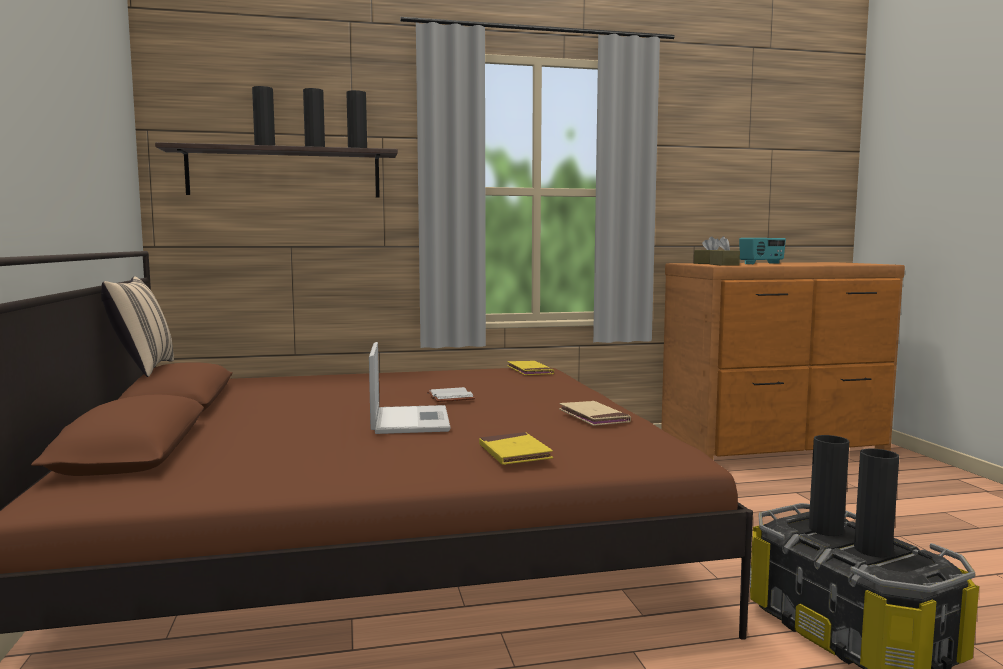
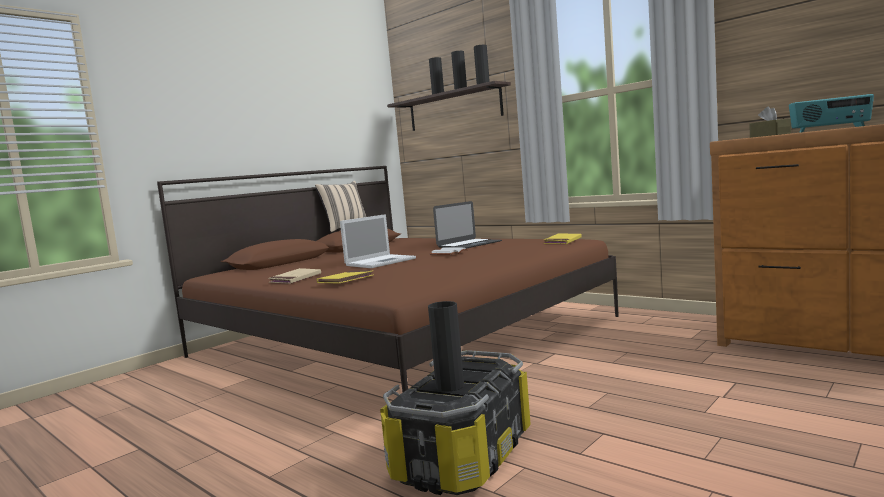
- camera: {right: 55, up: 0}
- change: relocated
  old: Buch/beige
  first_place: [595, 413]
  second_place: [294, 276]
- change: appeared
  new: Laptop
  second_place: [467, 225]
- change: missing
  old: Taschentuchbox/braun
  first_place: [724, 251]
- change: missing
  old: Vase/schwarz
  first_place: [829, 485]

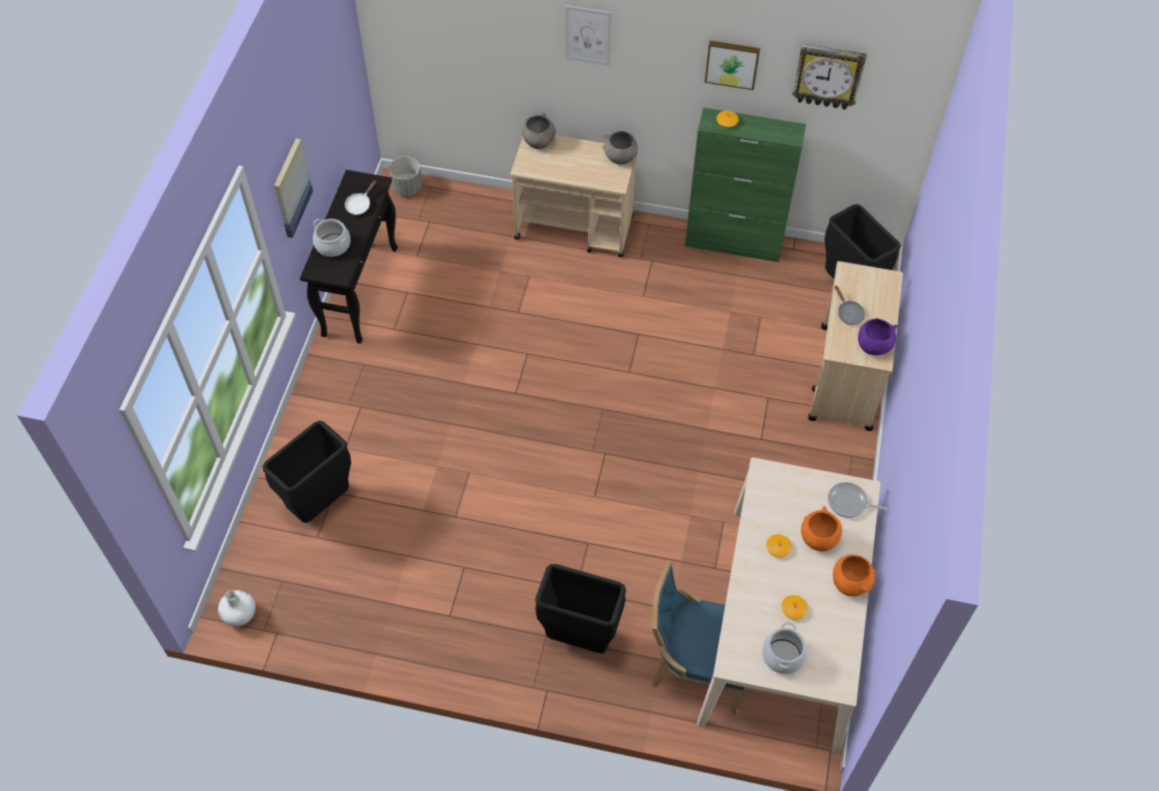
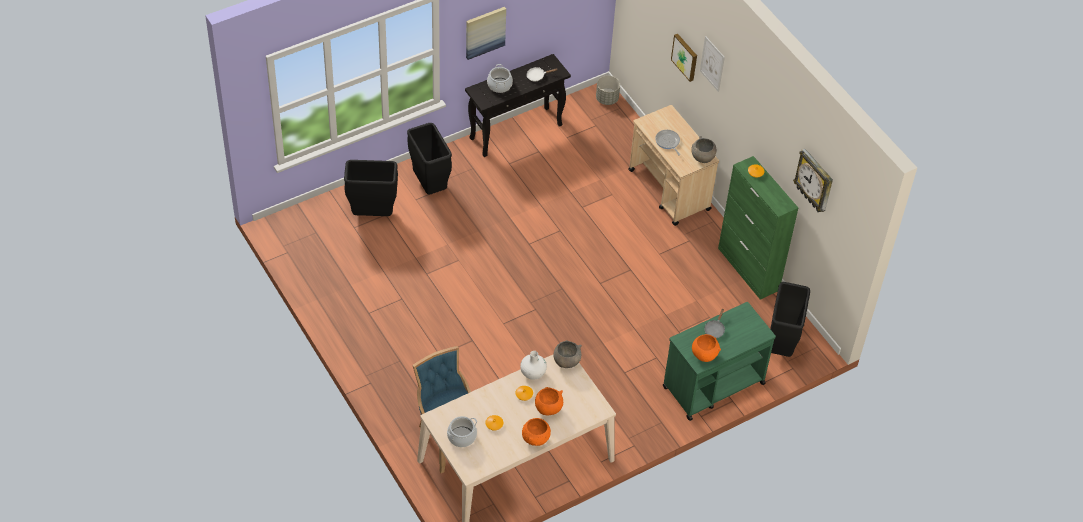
- camera: {right: 45, up: -5}
- change: relocated
  old: Mülleimer/schwarz
  first_place: [580, 608]
  second_place: [429, 159]
- change: relocated
  old: Vase/weiß
  first_place: [237, 608]
  second_place: [533, 365]
- change: relocated
  old: Schüssel/grau
  first_place: [539, 131]
  second_place: [567, 354]
- change: relocated
  old: Pfanne
  first_place: [858, 500]
  second_place: [667, 143]
- change: colour
  old: Rollwagen/beige
  new: Rollwagen/grün
  first_place: [855, 346]
  second_place: [719, 361]
- change: relocated
  old: Bild
  first_place: [732, 65]
  second_place: [684, 58]
- change: colour
  old: Schüssel/lila
  new: Schüssel/orange
  first_place: [877, 336]
  second_place: [706, 348]

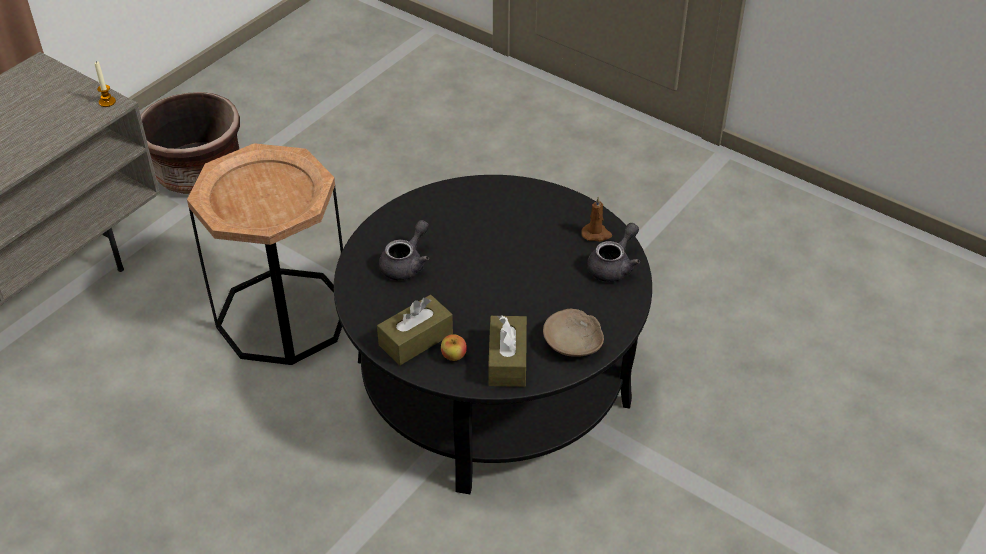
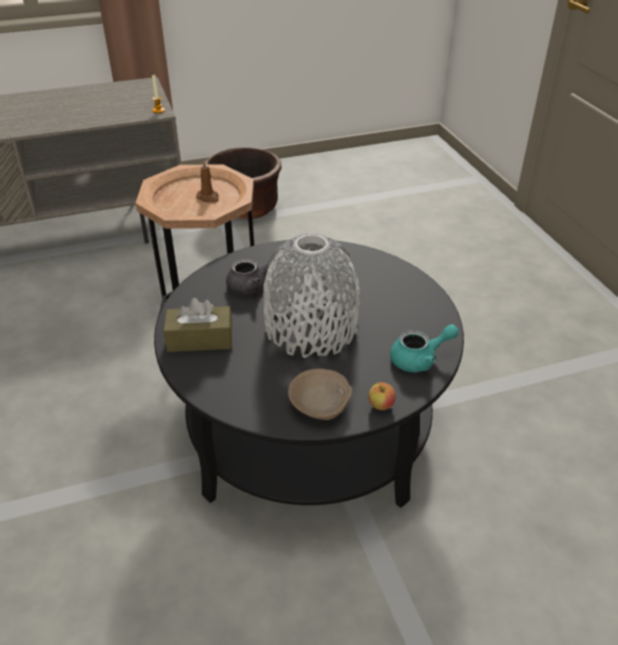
- camera: {right: 35, up: -5}
- change: relocated
  old: Kerze/braun
  first_place: [596, 219]
  second_place: [207, 181]
- change: appeared
  new: Vase/grau
  second_place: [311, 296]
- change: relocated
  old: Apfel
  first_place: [454, 347]
  second_place: [382, 396]
- change: colour
  old: Teekanne/grau
  new: Teekanne/türkis
  first_place: [613, 252]
  second_place: [424, 348]
- change: missing
  old: Taschentuchbox/braun
  first_place: [507, 351]

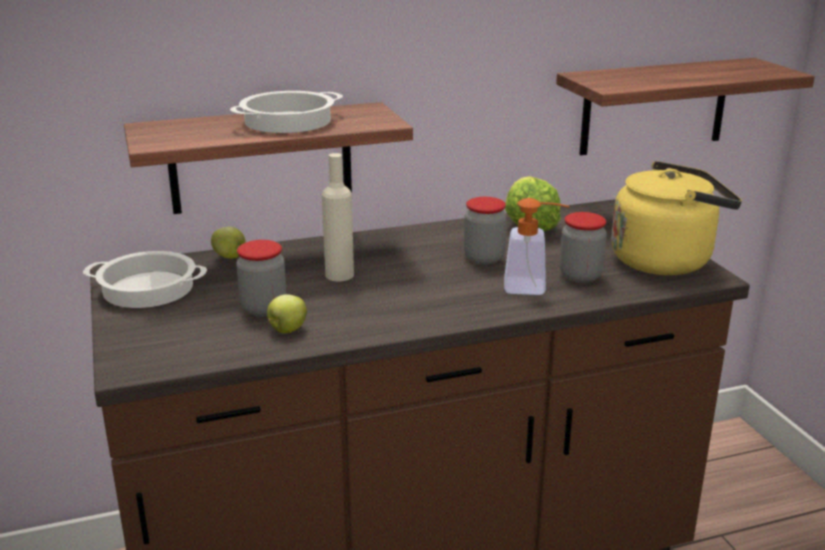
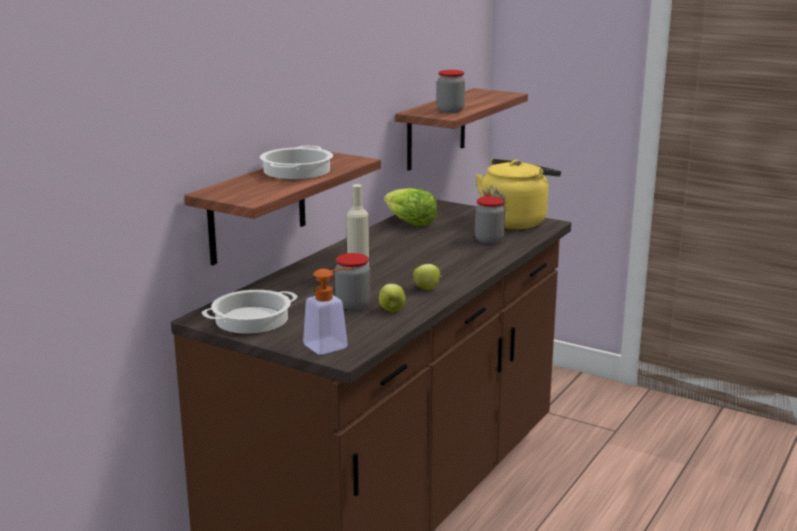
- camera: {right: -40, up: -5}
- change: relocated
  old: Seifenspender
  first_place: [537, 246]
  second_place: [328, 311]
- change: relocated
  old: Apfel
  first_place: [228, 243]
  second_place: [428, 277]
- change: relocated
  old: Vorratsglas
  first_place: [485, 231]
  second_place: [451, 91]

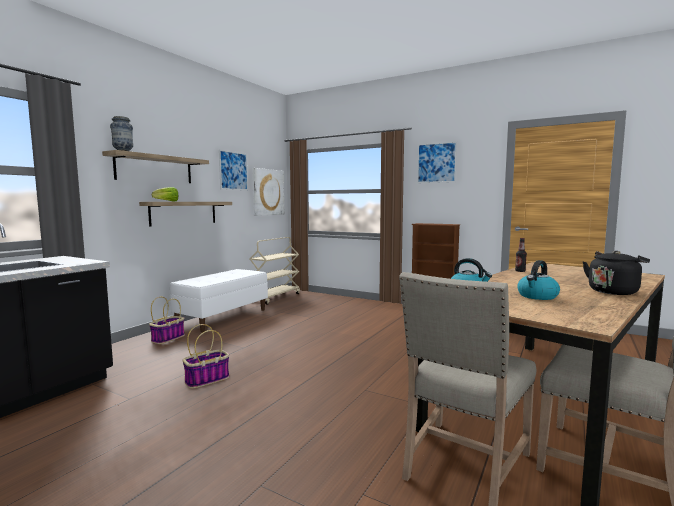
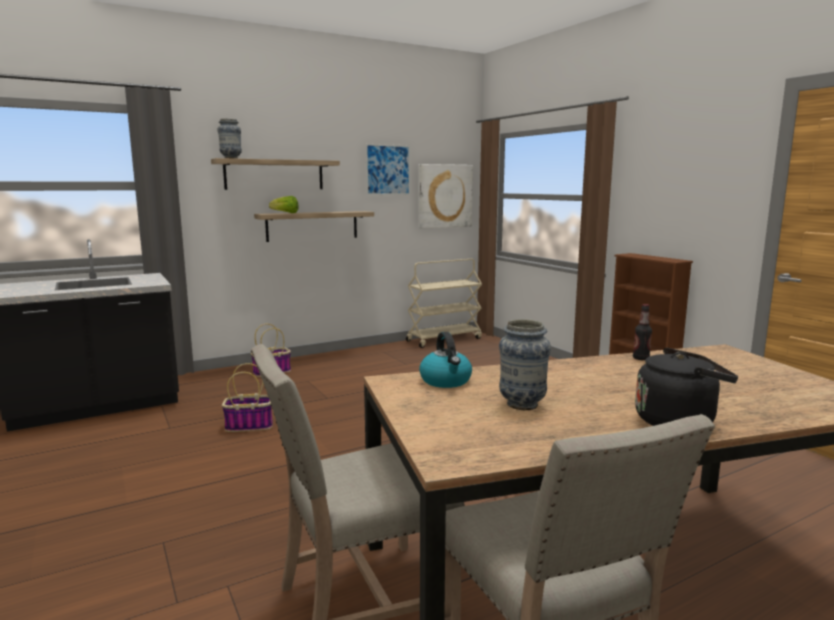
- camera: {right: 30, up: 5}
- change: exchanged
  old: Wasserkessel
  new: Vase
  first_place: [538, 280]
  second_place: [525, 364]
- change: missing
  old: Bank/weiß
  first_place: [219, 300]
- change: missing
  old: Bild
  first_place: [437, 162]

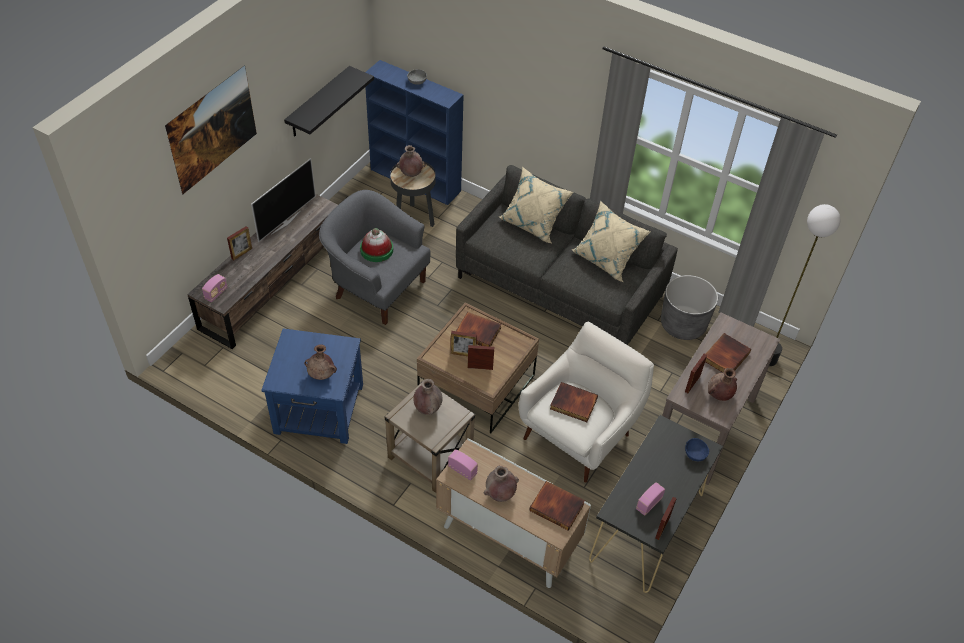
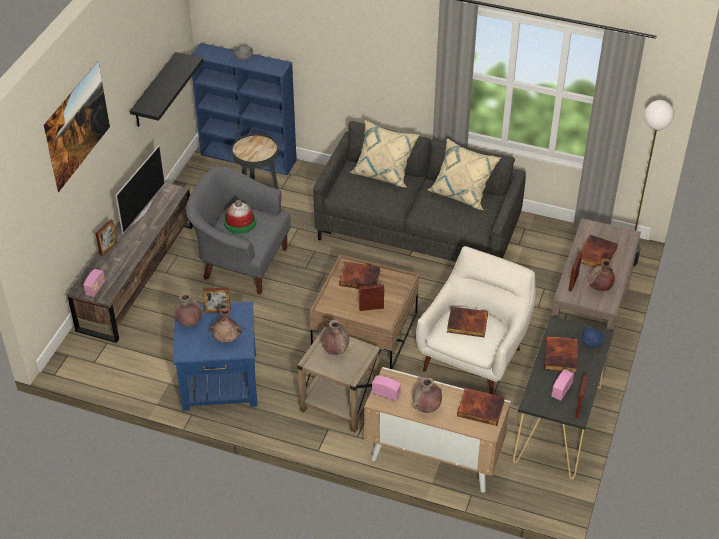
- camera: {right: -10, up: -5}
- change: relocated
  old: Vase/braun
  first_place: [411, 161]
  second_place: [188, 309]
- change: relocated
  old: Bilderrahmen
  first_place: [464, 343]
  second_place: [217, 300]
- change: appeared
  new: Buch
  second_place: [561, 354]
- change: missing
  old: Pflanzkübel/grau
  first_place: [689, 307]

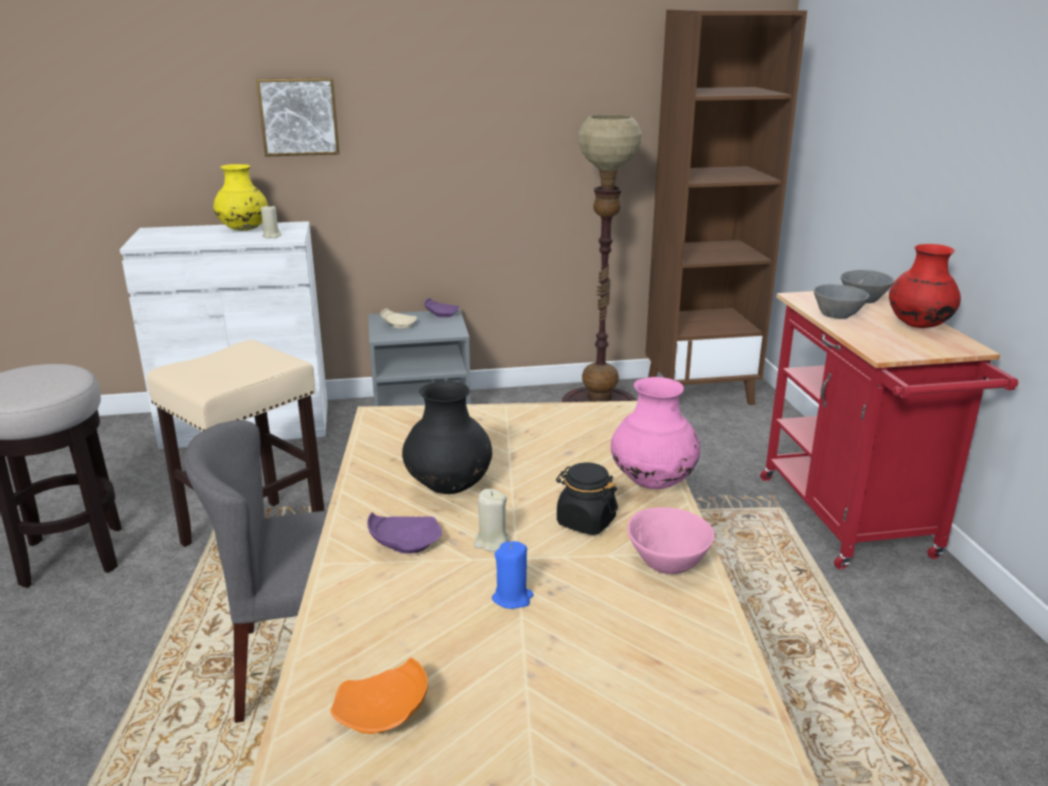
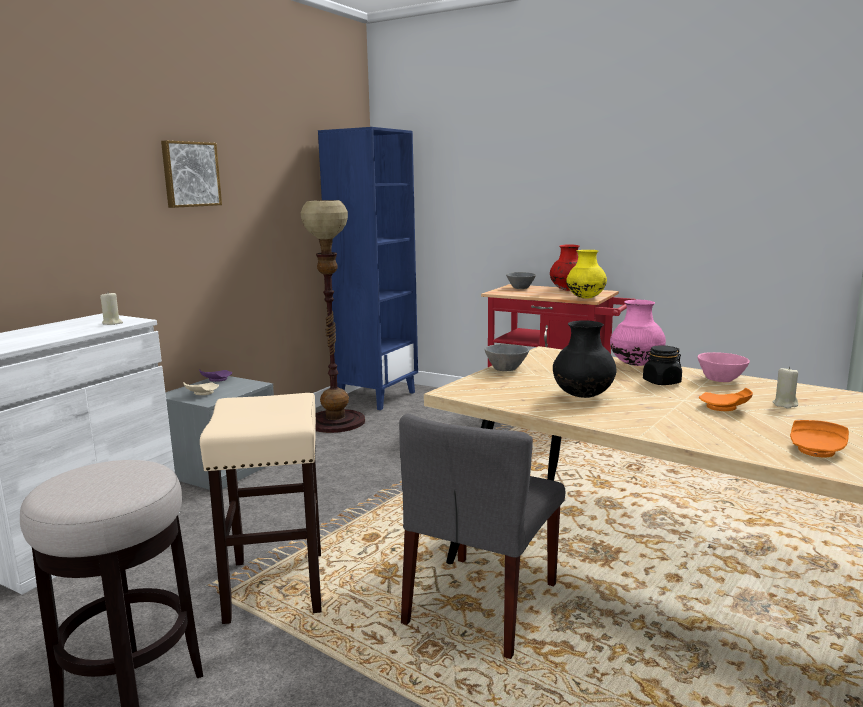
- camera: {right: -50, up: -10}
- change: relocated
  old: Bild
  first_place: [298, 117]
  second_place: [191, 174]
- change: colour
  old: Bücherregal/braun
  new: Bücherregal/blau
  first_place: [726, 207]
  second_place: [368, 268]
- change: relocated
  old: Schüssel/grau
  first_place: [841, 301]
  second_place: [506, 357]
- change: relocated
  old: Vase/gelb
  first_place: [240, 197]
  second_place: [586, 274]
- change: exchanged
  old: Kerze/blau
  new: Teller/orange
  first_place: [512, 575]
  second_place: [726, 399]
- change: relocated
  old: Kerze/beige
  first_place: [492, 520]
  second_place: [785, 388]
- change: missing
  old: Teller/lila
  first_place: [404, 533]

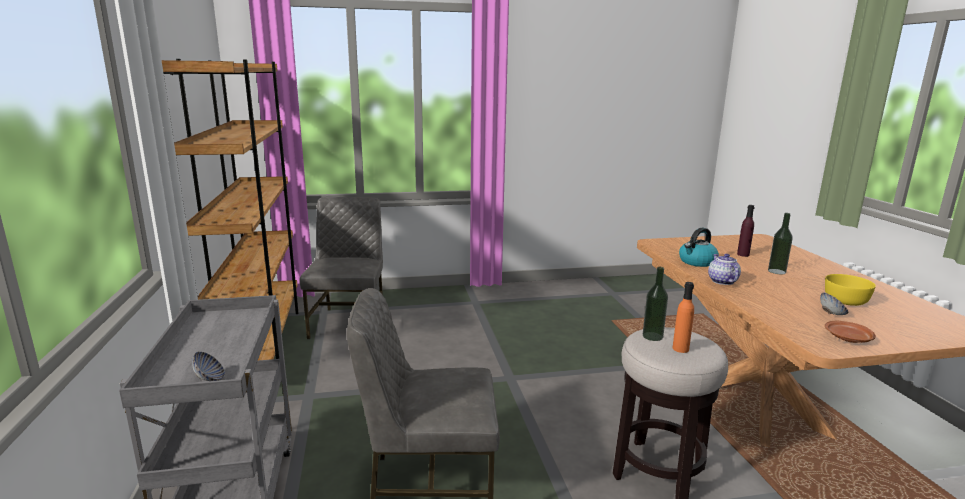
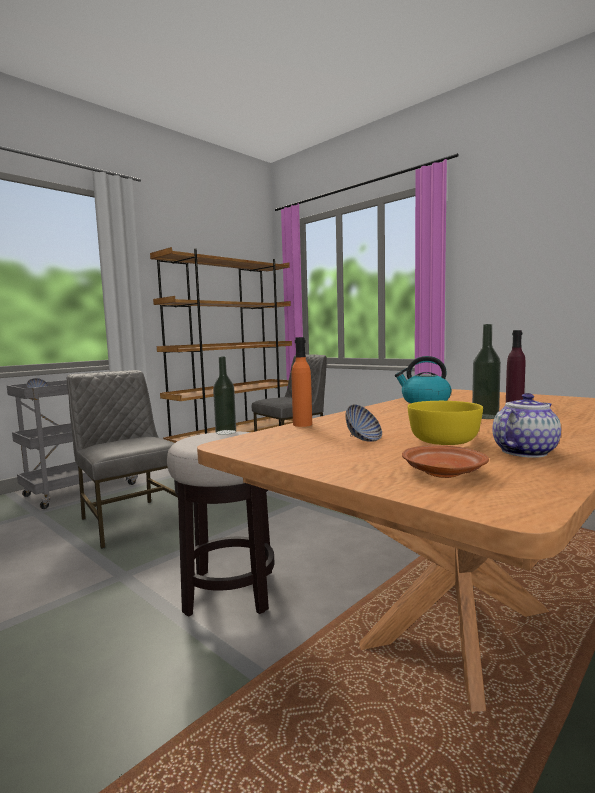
- camera: {right: 55, up: -10}
- change: relocated
  old: Flasche/orange
  first_place: [683, 317]
  second_place: [302, 382]
- change: relocated
  old: Teller/braun
  first_place: [850, 332]
  second_place: [445, 461]
- change: relocated
  old: Teekanne
  first_place: [724, 269]
  second_place: [526, 425]

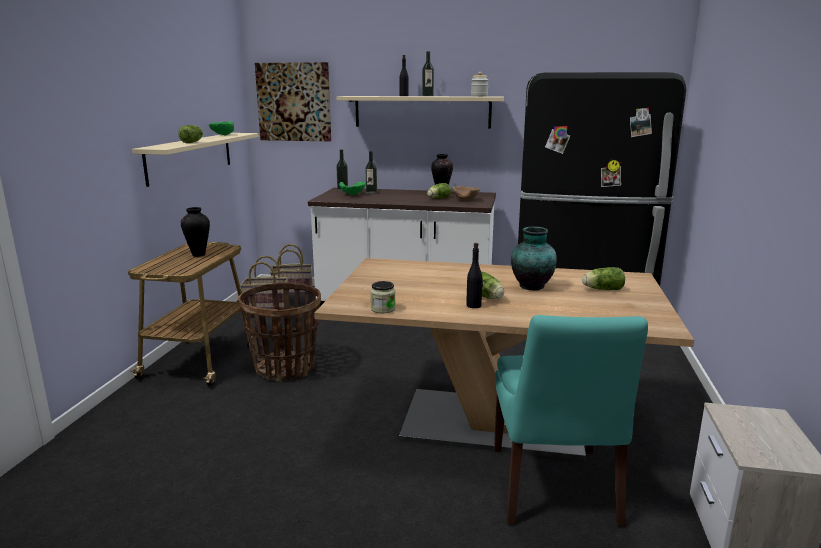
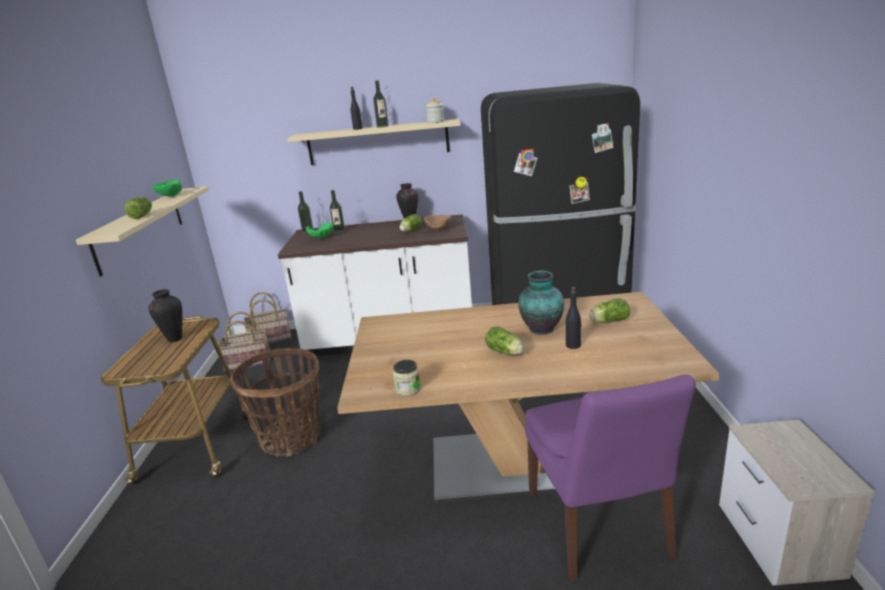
- camera: {right: -10, up: 5}
- change: colour
  old: Stuhl/türkis
  new: Stuhl/lila
  first_place: [571, 421]
  second_place: [610, 478]
- change: relocated
  old: Flasche/schwarz
  first_place: [474, 275]
  second_place: [573, 318]
- change: missing
  old: Bild
  first_place: [293, 101]

